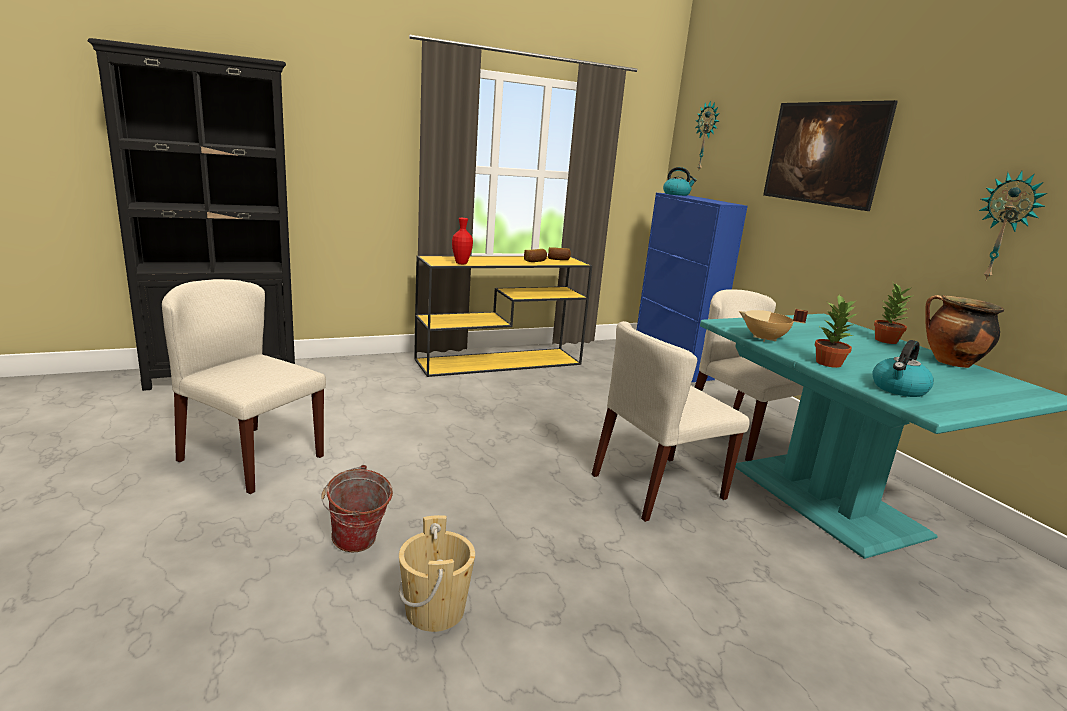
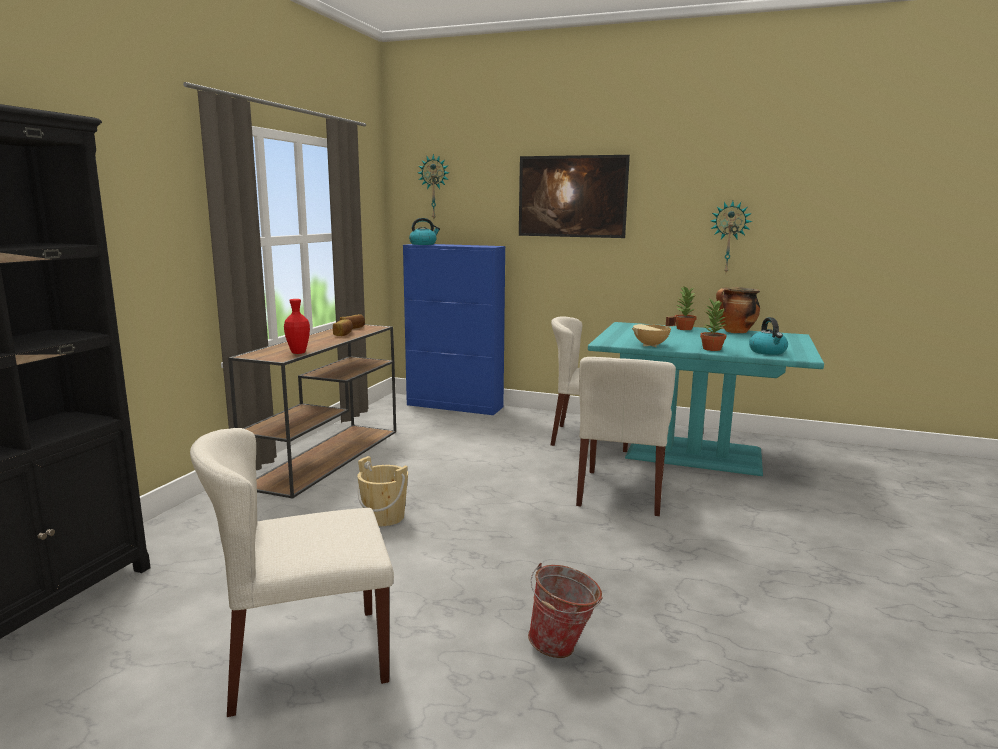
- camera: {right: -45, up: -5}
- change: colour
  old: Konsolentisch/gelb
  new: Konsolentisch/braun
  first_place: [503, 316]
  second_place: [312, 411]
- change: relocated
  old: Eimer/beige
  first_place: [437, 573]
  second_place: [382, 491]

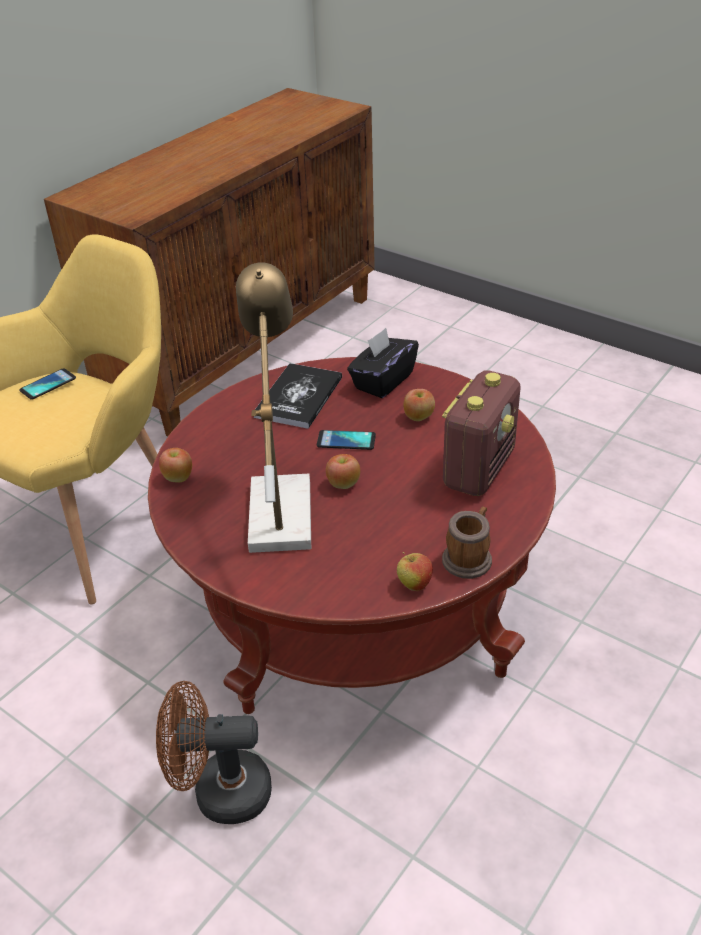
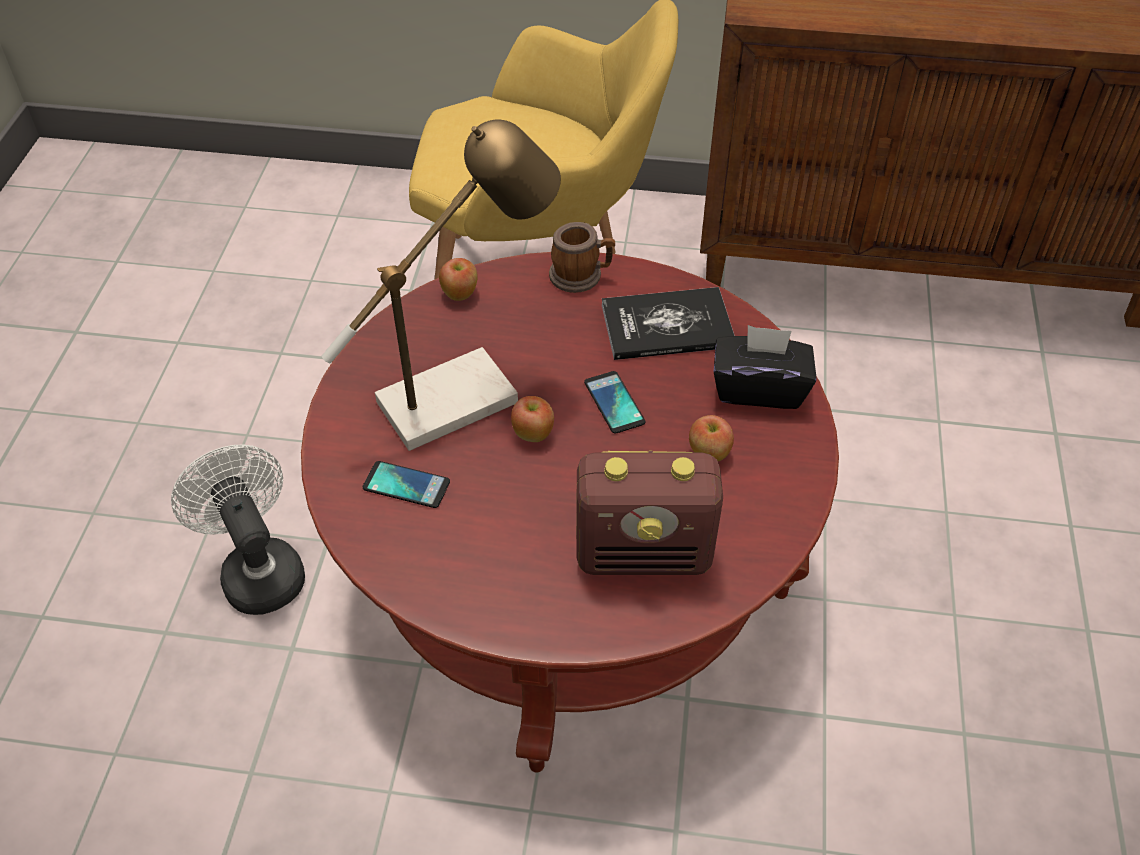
- camera: {right: 60, up: 10}
- change: colour
  old: Ventilator/braun
  new: Ventilator/weiß
  first_place: [214, 752]
  second_place: [238, 530]
- change: relocated
  old: Handy
  first_place: [47, 384]
  second_place: [406, 484]
- change: relocated
  old: Henkelbecher
  first_place: [467, 542]
  second_place: [582, 257]
- change: missing
  old: Apfel
  first_place: [415, 571]

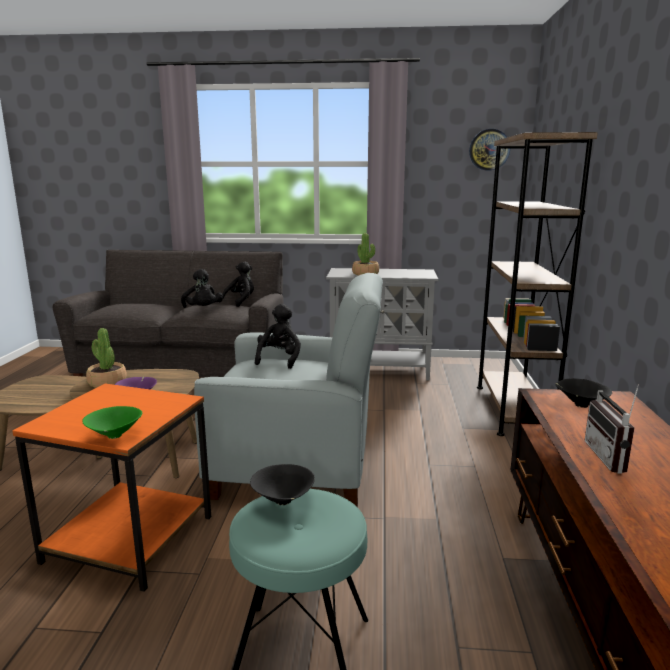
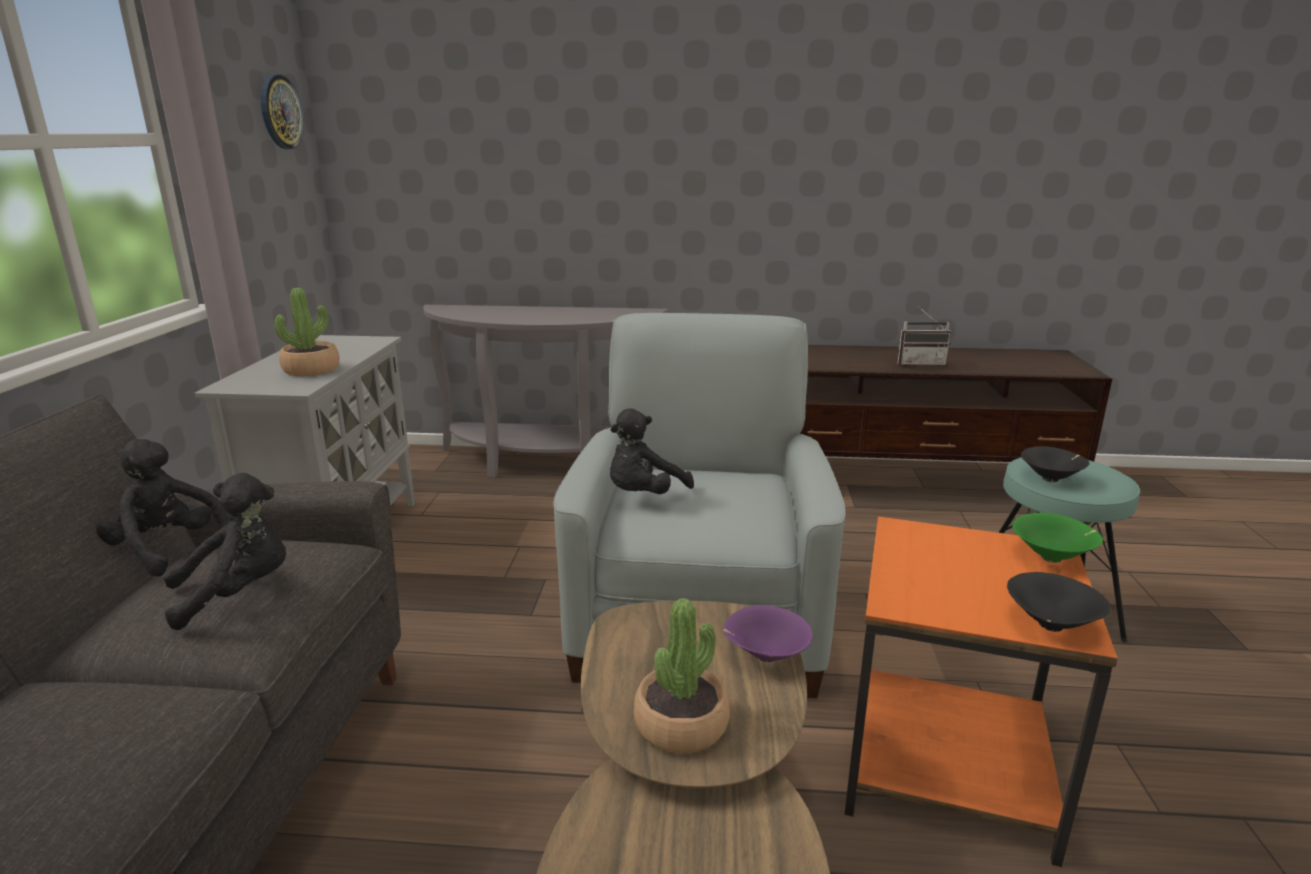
- camera: {right: -90, up: 5}
- change: exchanged
  old: Bücherregal/braun
  new: Konsolentisch/grau
  first_place: [537, 284]
  second_place: [545, 391]
- change: spun
  old: Plüschtier/schwarz
  first_place: [278, 336]
  second_place: [652, 451]
  degrees: -60
- change: relocated
  old: Schüssel/schwarz
  first_place: [584, 393]
  second_place: [1059, 602]

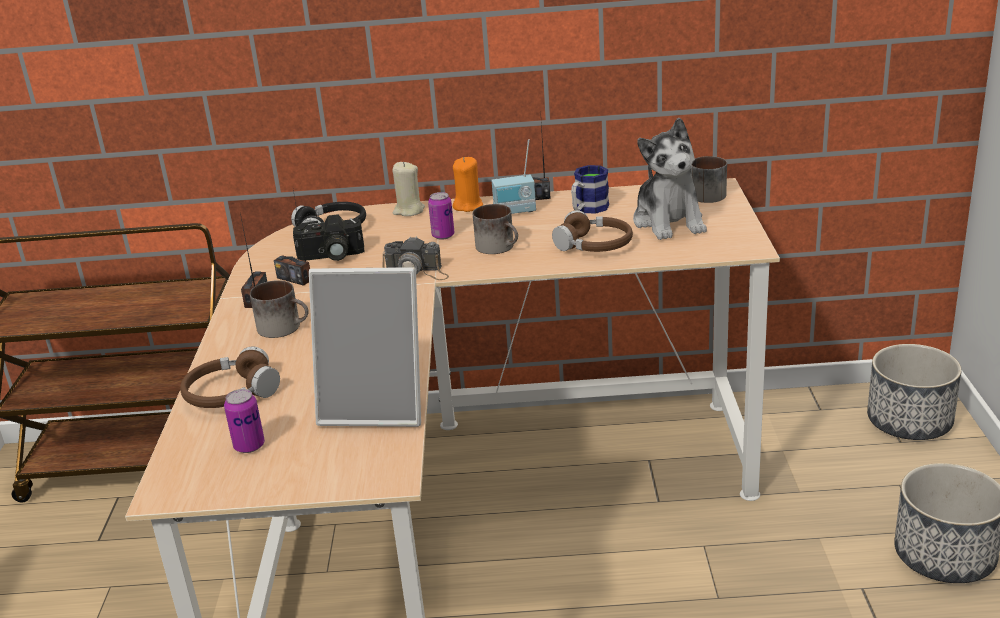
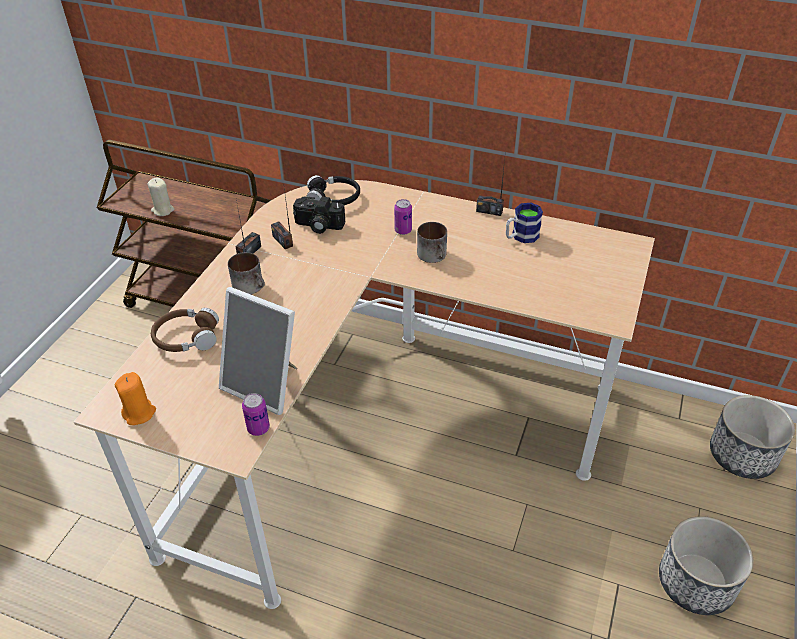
- camera: {right: 20, up: 15}
- change: relocated
  old: Kerze/orange
  first_place: [467, 184]
  second_place: [135, 398]
- change: relocated
  old: Kerze/beige
  first_place: [409, 189]
  second_place: [161, 197]
- change: relocated
  old: Dose
  first_place: [244, 421]
  second_place: [256, 414]
- change: missing
  old: Kamera
  first_place: [416, 258]
- change: missing
  old: Radio
  first_place: [514, 176]
- change: missing
  old: Kopfhörer/braun
  first_place: [592, 231]
- change: missing
  old: Plüschtier
  first_place: [670, 178]
- change: missing
  old: Henkelbecher
  first_place: [709, 179]

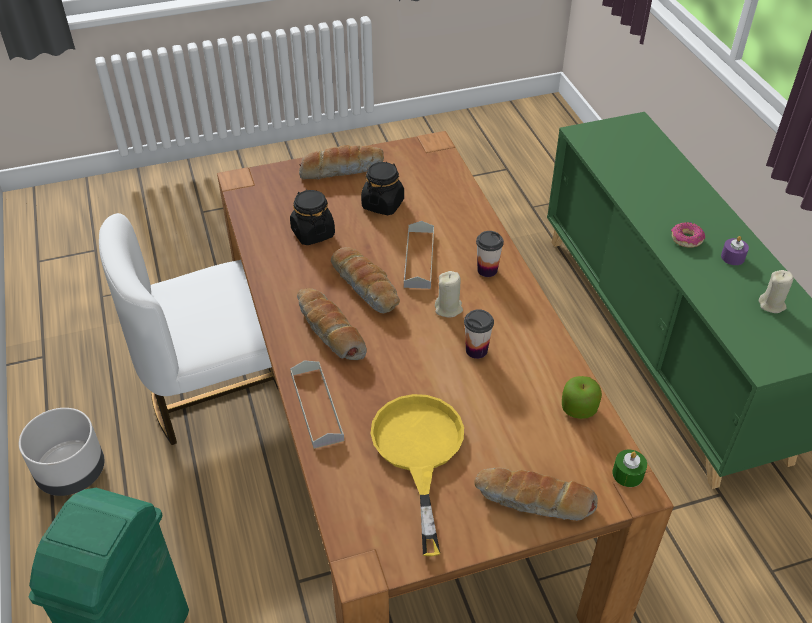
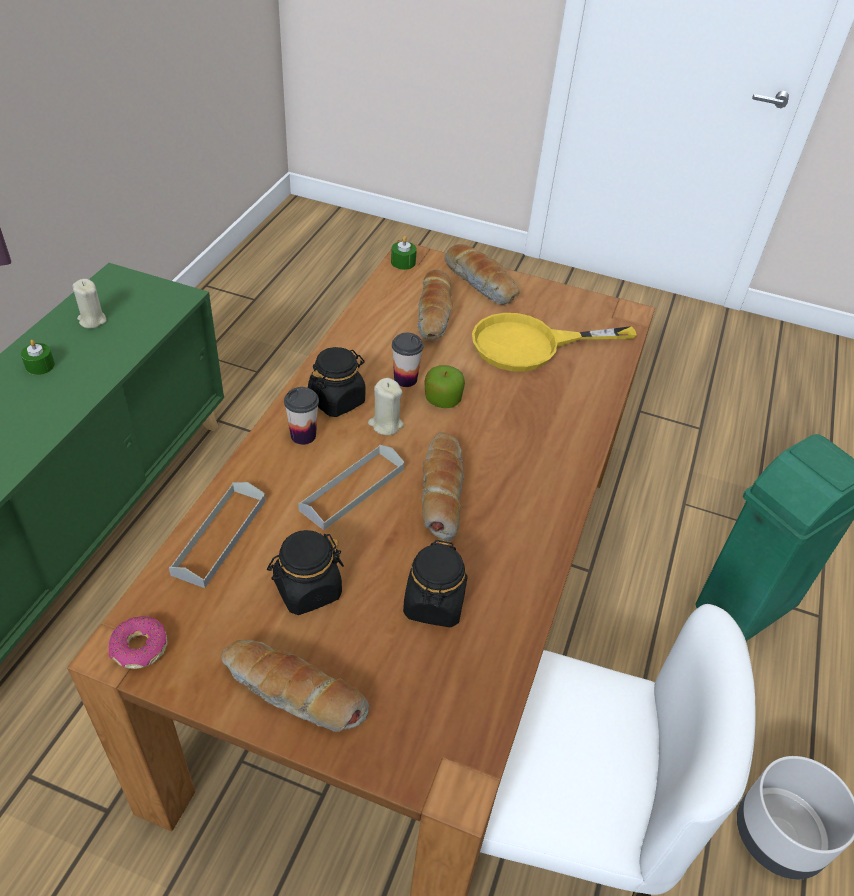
- camera: {right: -145, up: 0}
- change: colour
  old: Kerze/lila
  new: Kerze/grün
  first_place: [735, 250]
  second_place: [38, 357]
- change: relocated
  old: Donut
  first_place: [688, 235]
  second_place: [138, 642]
- change: relocated
  old: Tablett/grau
  first_place: [317, 404]
  second_place: [217, 535]
- change: appeared
  new: Vorratsglas/schwarz
  second_place: [336, 382]
- change: relocated
  old: Brot
  first_place: [332, 324]
  second_place: [435, 304]
- change: relocated
  old: Apfel
  first_place: [582, 397]
  second_place: [444, 386]
- change: spun
  old: Pfanne/gelb
  first_place: [417, 475]
  second_place: [554, 342]
  degrees: 45

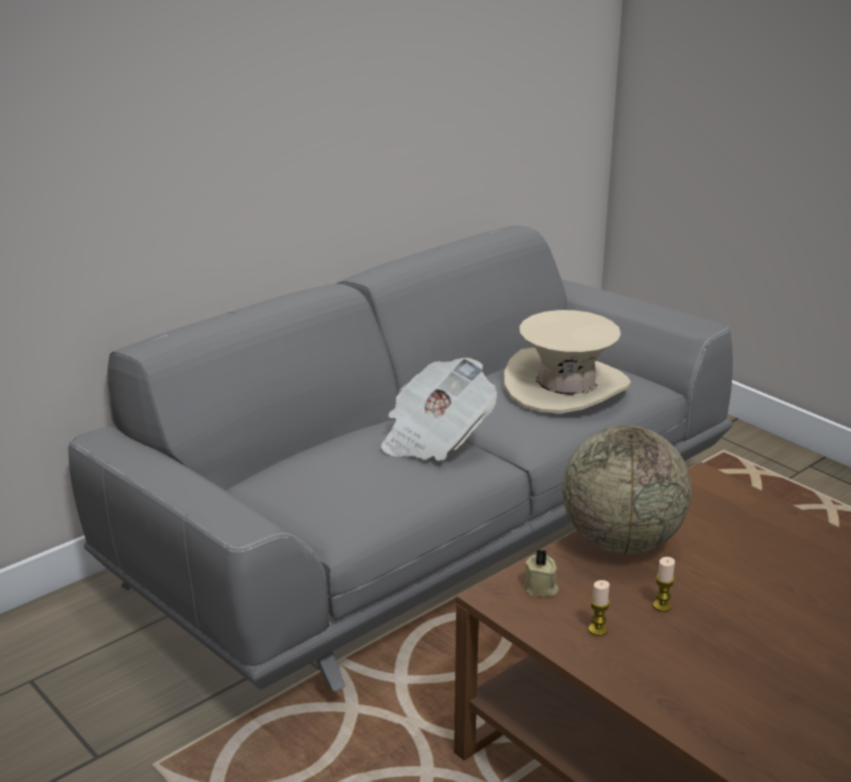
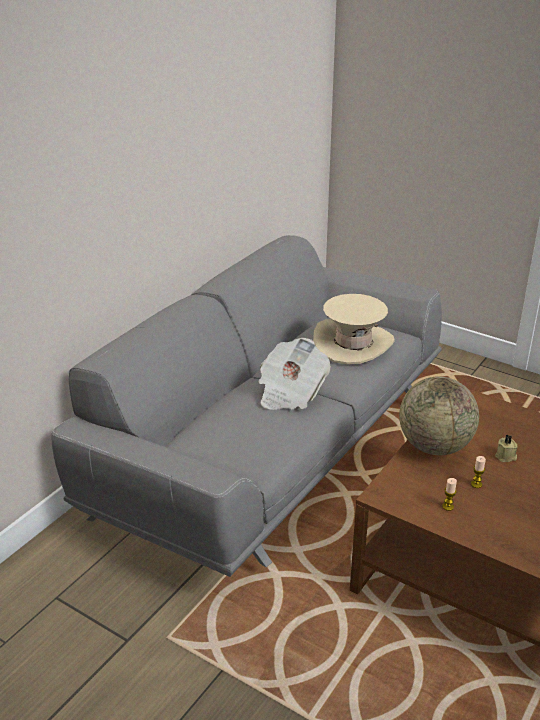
- camera: {right: -15, up: 5}
- change: relocated
  old: Kerze/beige
  first_place: [541, 572]
  second_place: [506, 448]

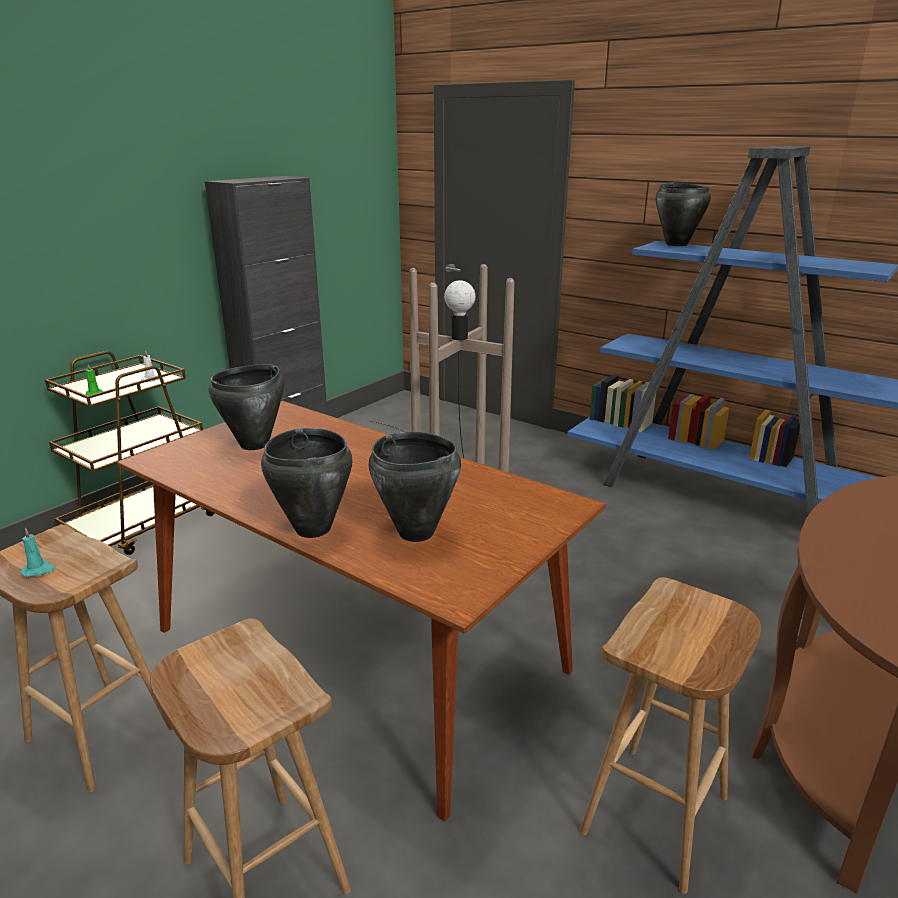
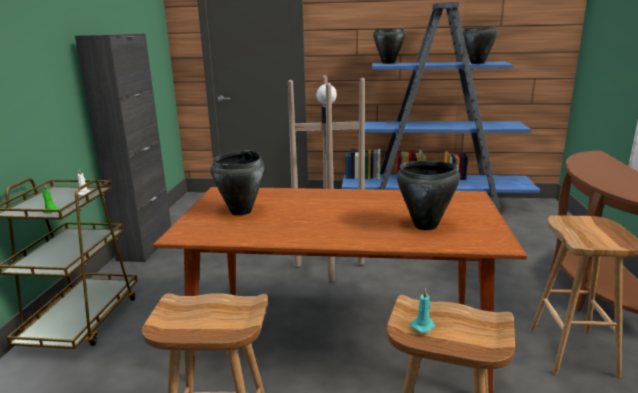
- camera: {right: -30, up: -5}
- change: relocated
  old: Kerze/türkis
  first_place: [38, 552]
  second_place: [422, 310]
- change: relocated
  old: Kochtopf/schwarz
  first_place: [307, 483]
  second_place: [480, 45]

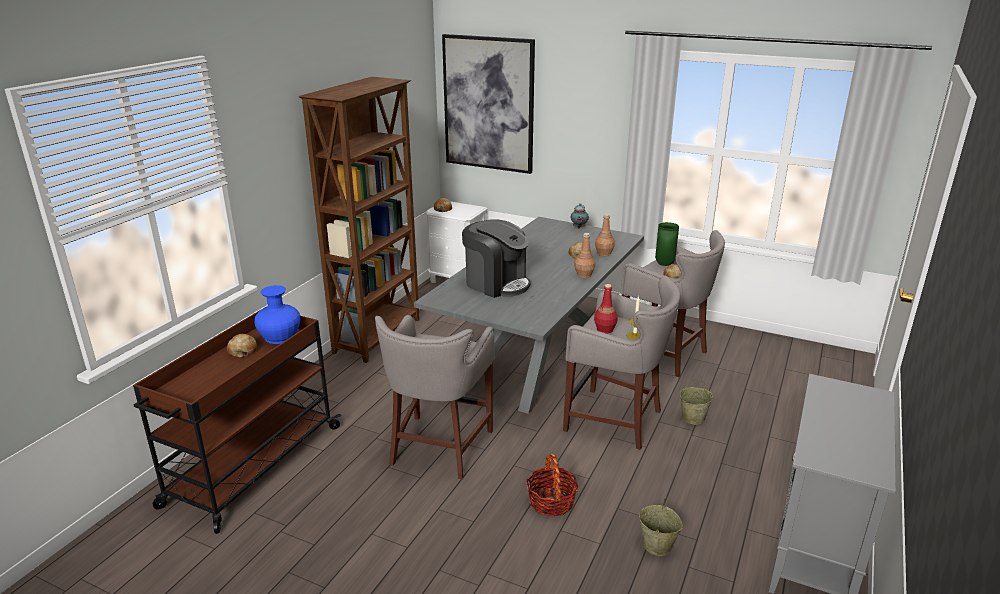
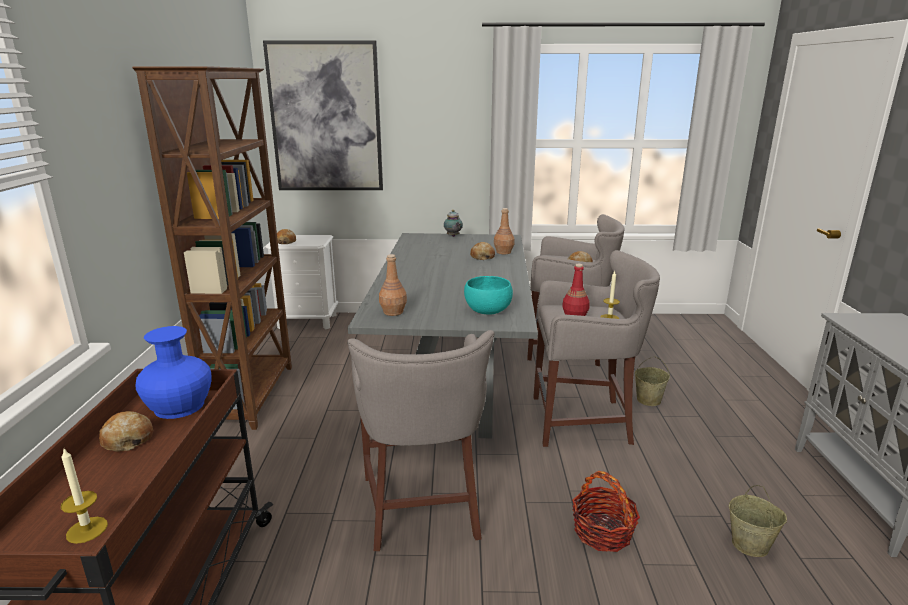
- camera: {right: -25, up: -5}
- change: appeared
  new: Kerze
  second_place: [84, 496]
- change: relocated
  old: Flasche/braun
  first_place: [584, 255]
  second_place: [393, 285]
- change: appeared
  new: Schüssel/türkis
  second_place: [488, 295]
- change: missing
  old: Kaffeemaschine
  first_place: [496, 258]
- change: missing
  old: Vase/grün
  first_place: [667, 244]

